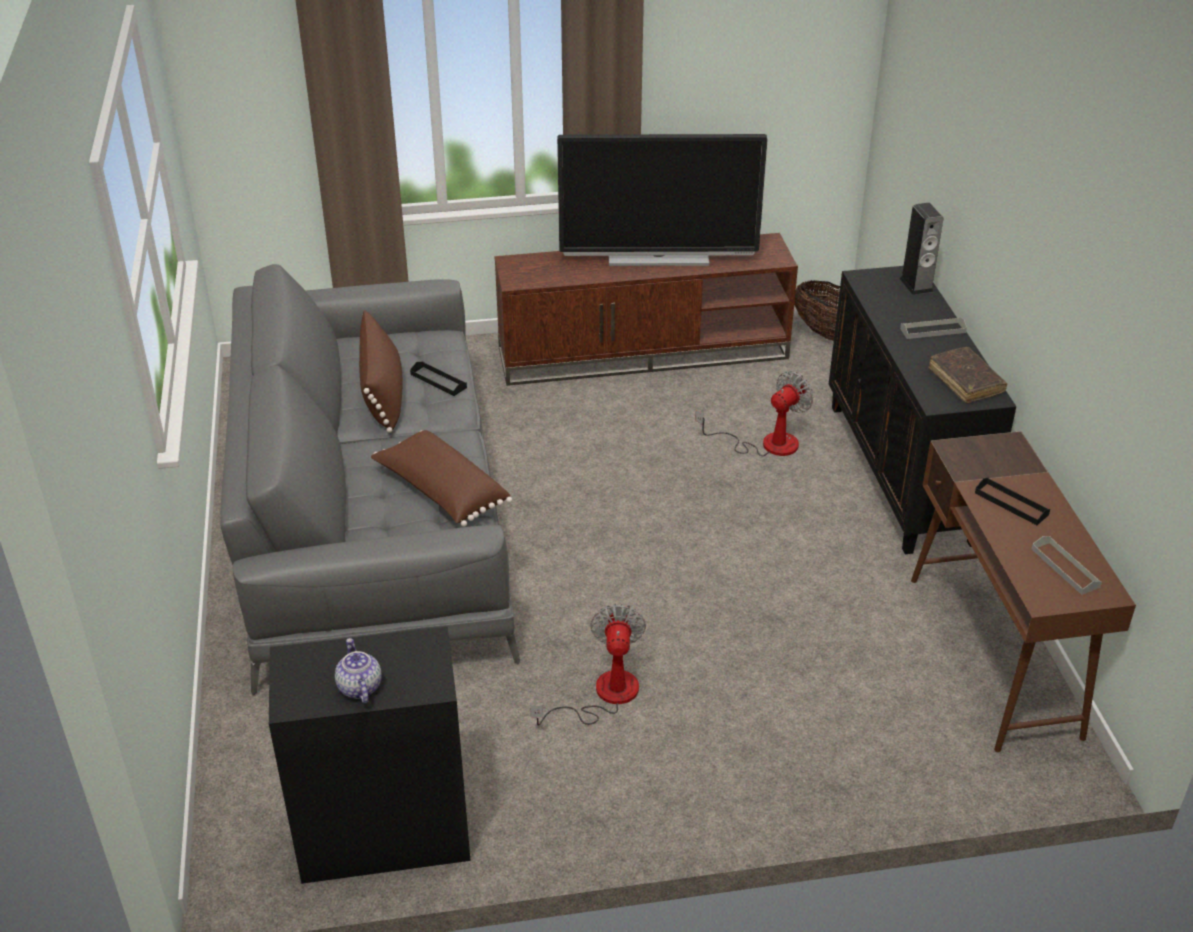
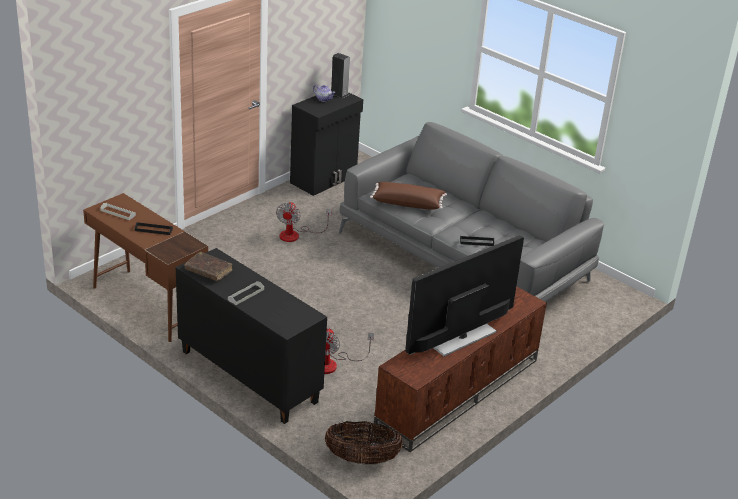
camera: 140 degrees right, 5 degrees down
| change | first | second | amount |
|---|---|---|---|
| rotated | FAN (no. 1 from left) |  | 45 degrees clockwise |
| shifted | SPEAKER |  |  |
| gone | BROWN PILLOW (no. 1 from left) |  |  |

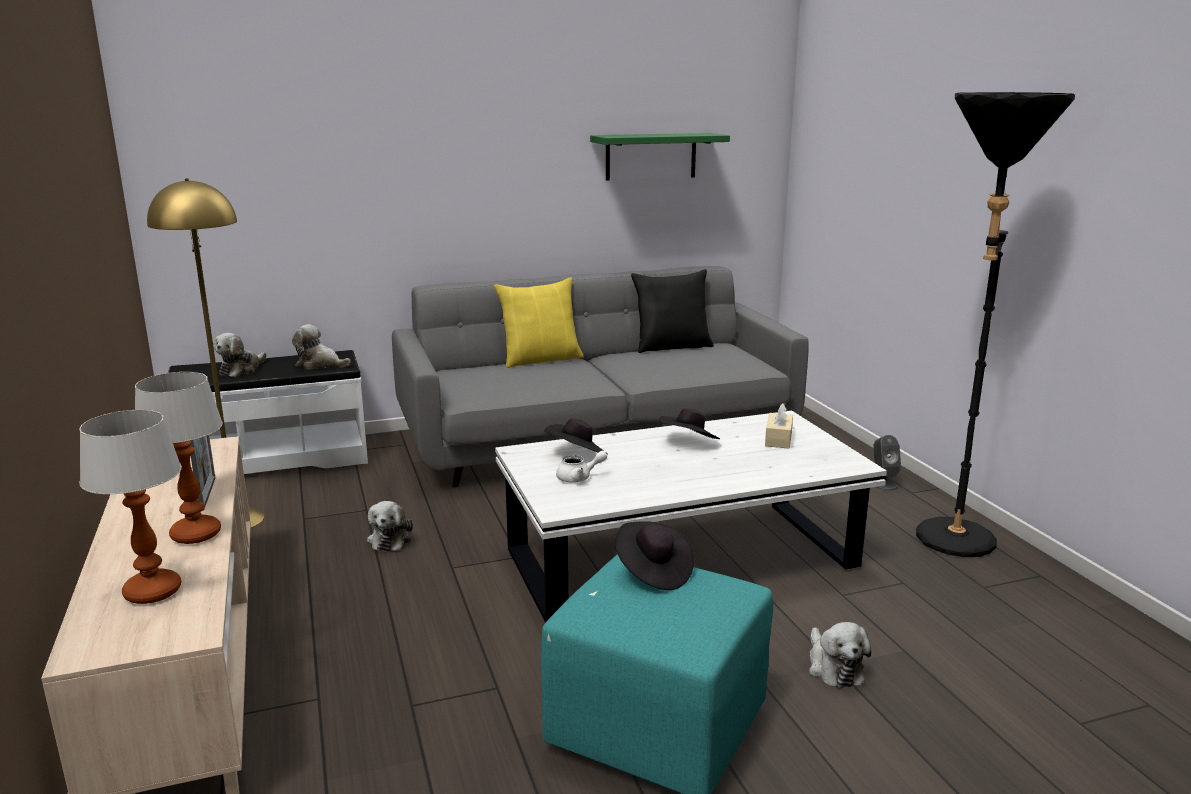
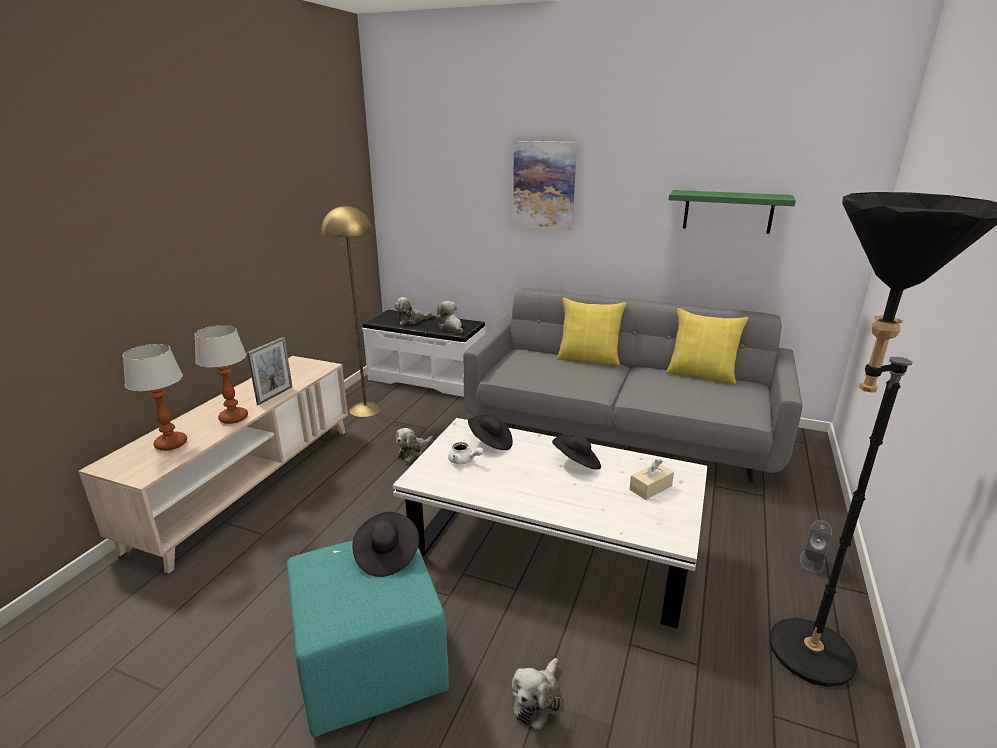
camera: 40 degrees right, 5 degrees up
| change | first | second | amount |
|---|---|---|---|
| new |  | PICTURE |  |
| repainted | BLACK PILLOW | YELLOW PILLOW (no. 2 from left) |  |

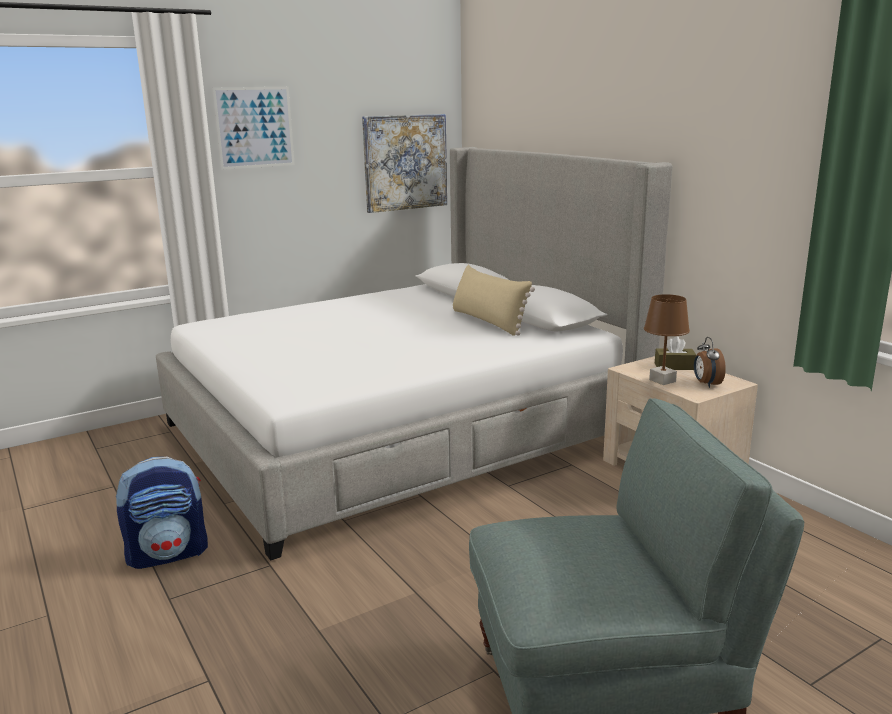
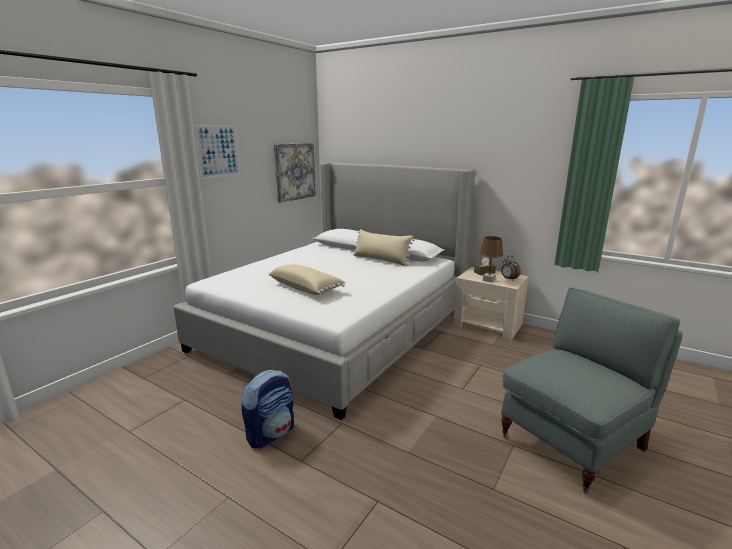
camera: 25 degrees left, 0 degrees up
| change | first | second | amount |
|---|---|---|---|
| new |  | BEIGE PILLOW (no. 1 from left) |  |

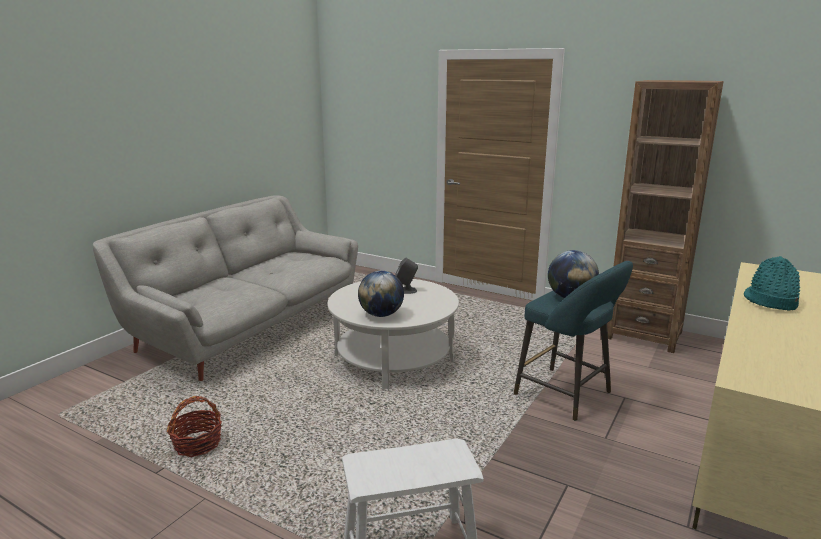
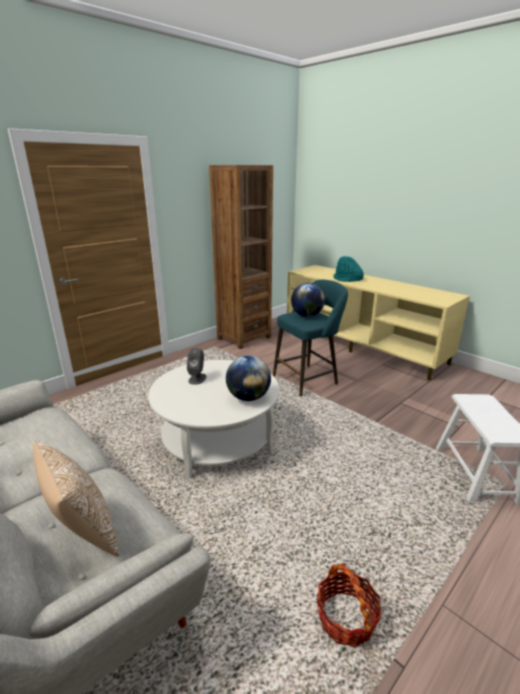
camera: 75 degrees left, 5 degrees up
| change | first | second | amount |
|---|---|---|---|
| new |  | PILLOW |  |

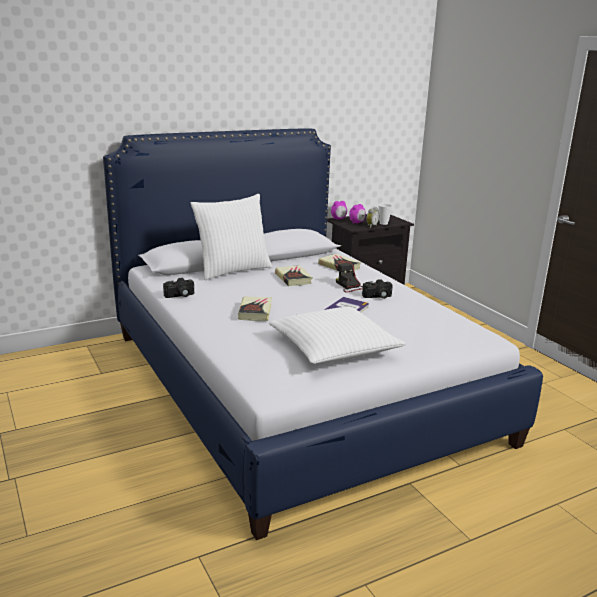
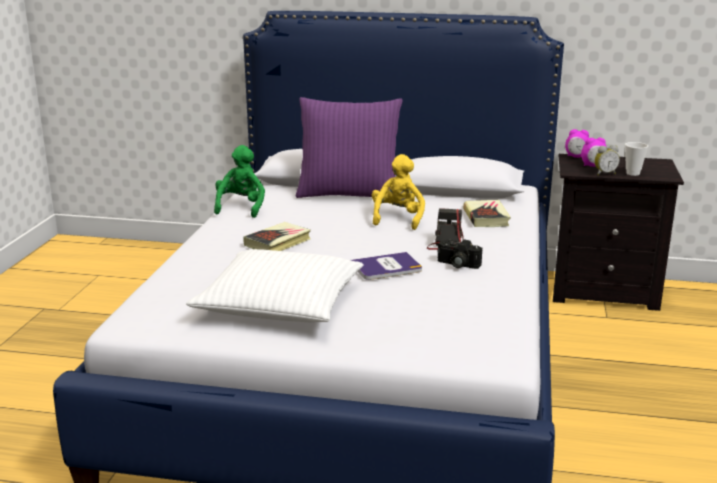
camera: 40 degrees right, 0 degrees up
| change | first | second | amount |
|---|---|---|---|
| swapped | PHOTO CAMERA (no. 1 from left) | GREEN PLUSH TOY |  |
| repainted | WHITE PILLOW (no. 1 from left) | PURPLE PILLOW |  |
| swapped | BOOK (no. 2 from left) | YELLOW PLUSH TOY |  |

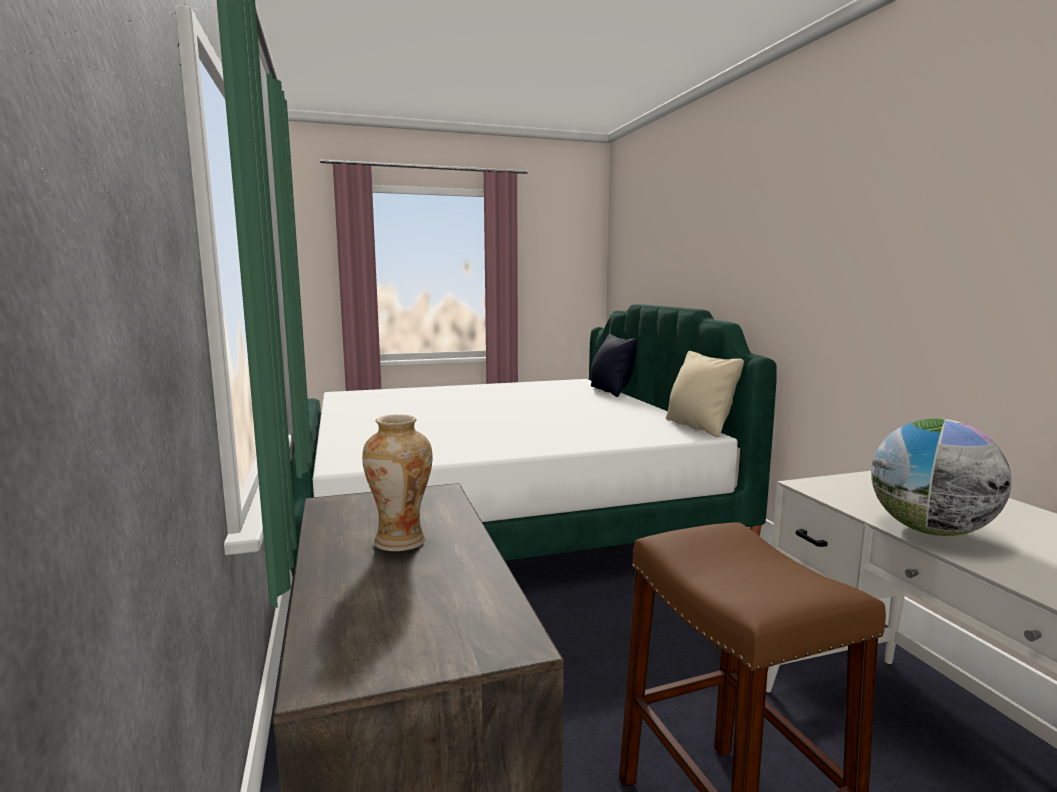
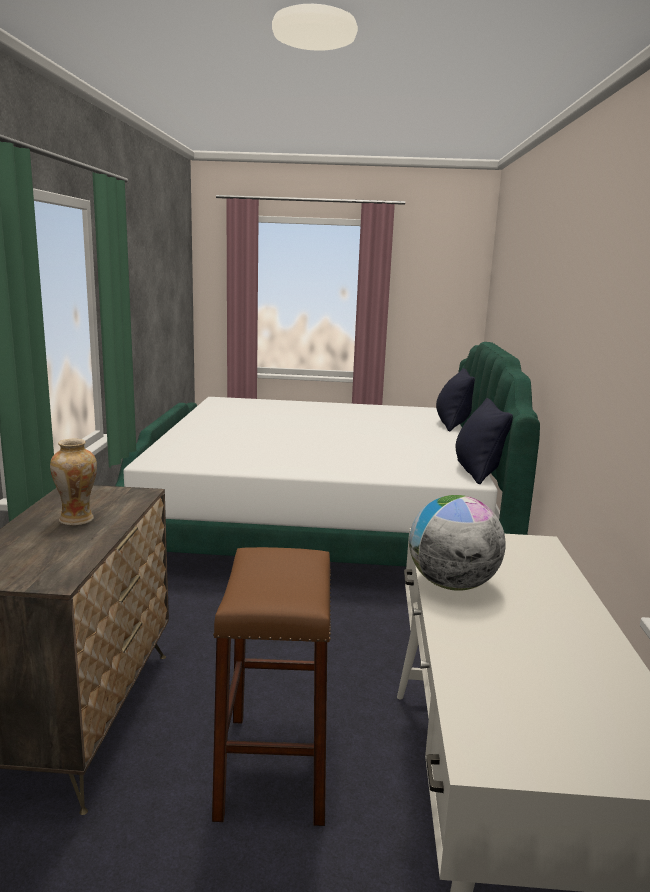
camera: 20 degrees right, 5 degrees up
| change | first | second | amount |
|---|---|---|---|
| repainted | BEIGE PILLOW | BLACK PILLOW (no. 2 from left) |  |

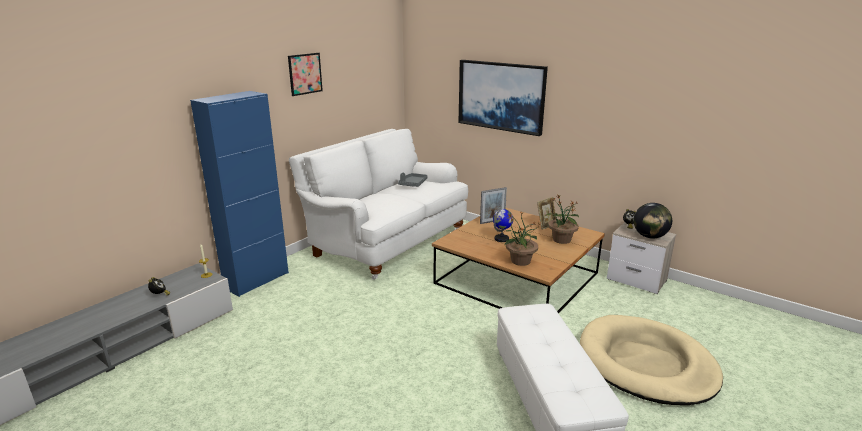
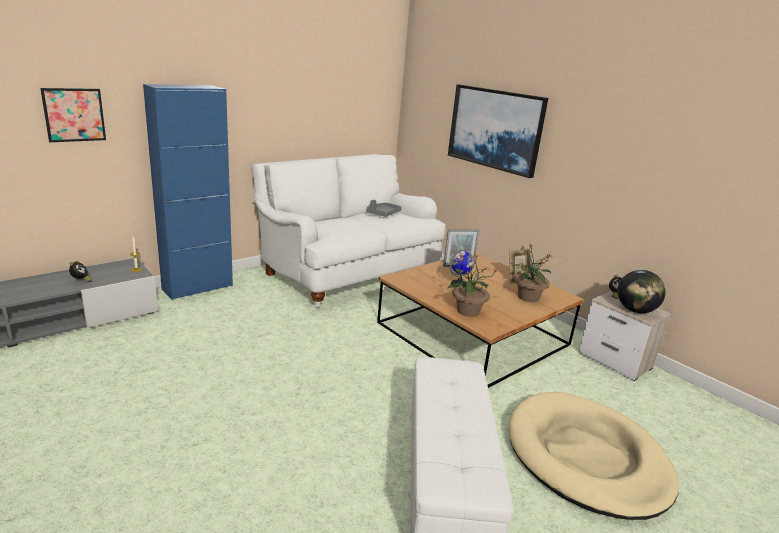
camera: 10 degrees right, 0 degrees up
| change | first | second | amount |
|---|---|---|---|
| shifted | PICTURE (no. 1 from left) |  |  |

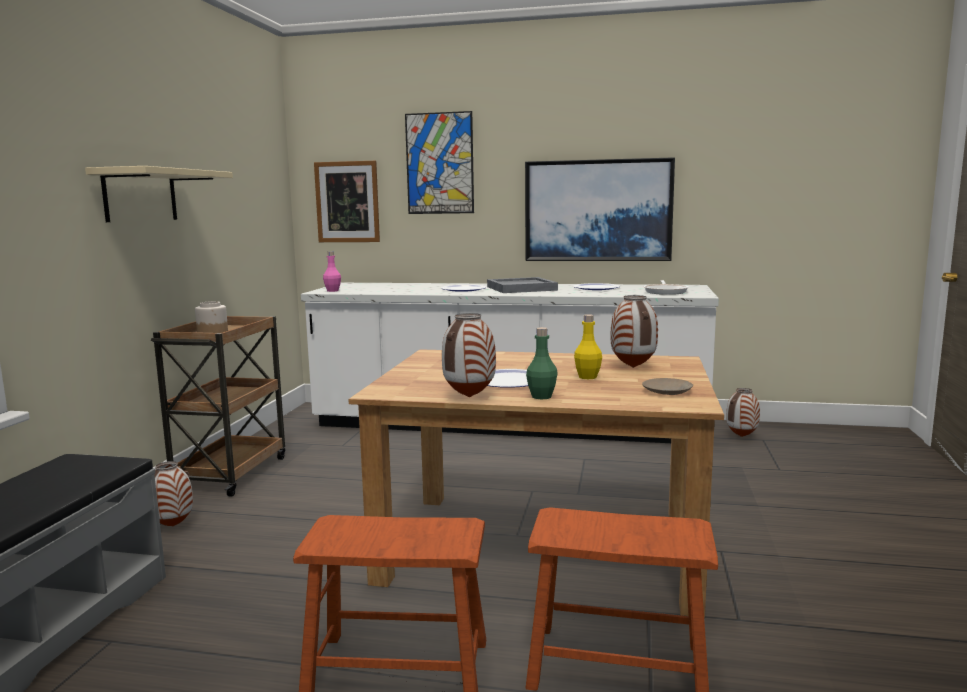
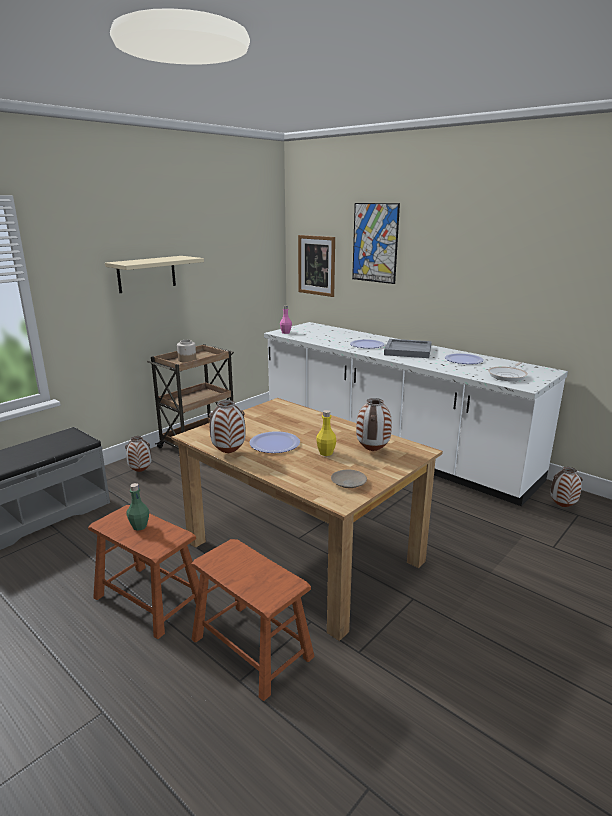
camera: 30 degrees right, 10 degrees up
| change | first | second | amount |
|---|---|---|---|
| shifted | GREEN BOTTLE |  |  |
| gone | PICTURE (no. 3 from left) |  |  |

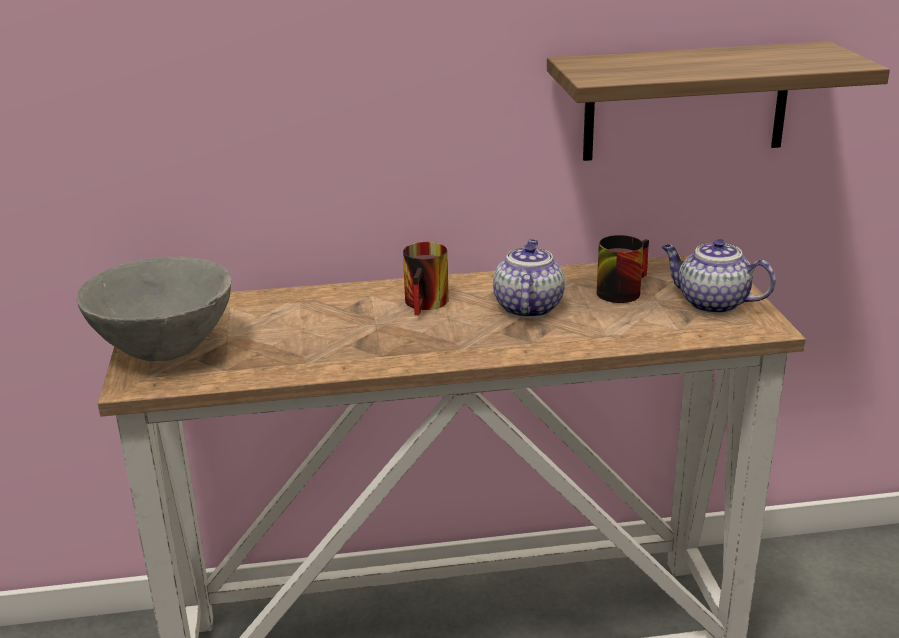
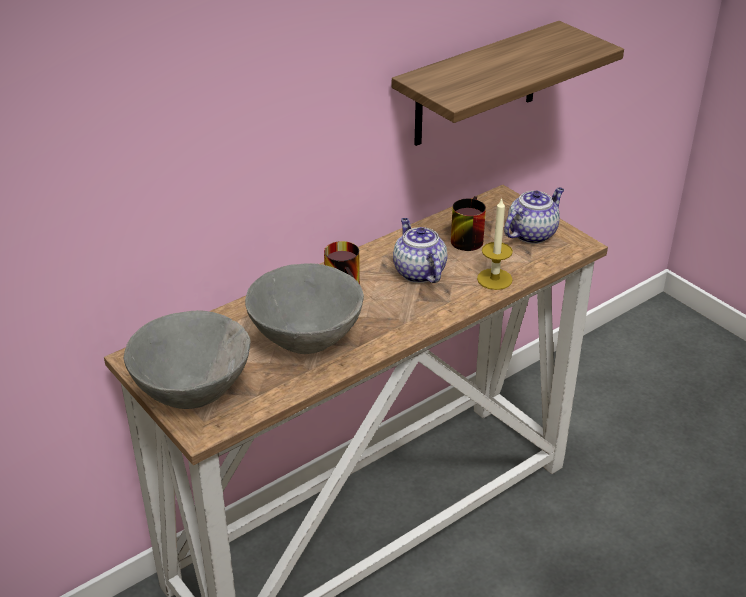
camera: 30 degrees left, 10 degrees up
| change | first | second | amount |
|---|---|---|---|
| new |  | GREY BOWL (no. 2 from left) |  |
| new |  | CANDLE |  |
| rotated | TEAPOT (no. 2 from left) |  | 135 degrees clockwise |

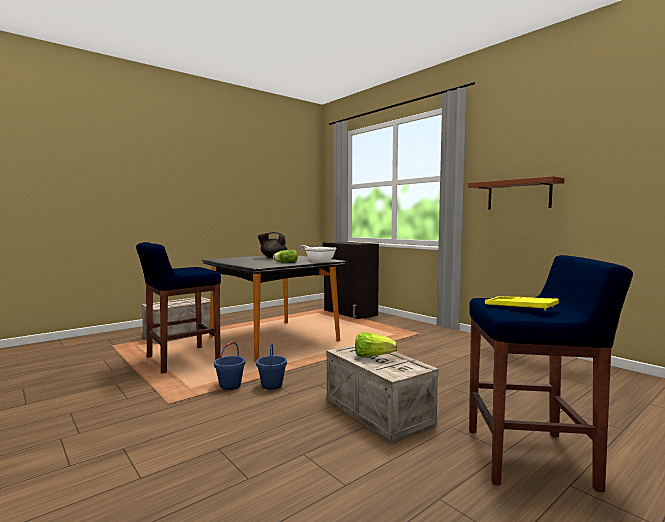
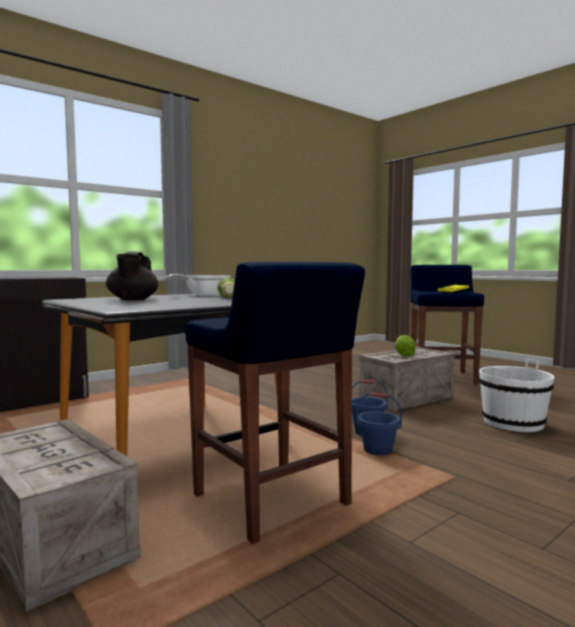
camera: 90 degrees left, 0 degrees up
| change | first | second | amount |
|---|---|---|---|
| new |  | WHITE BUCKET |  |
| gone | BROWN SHELF |  |  |

